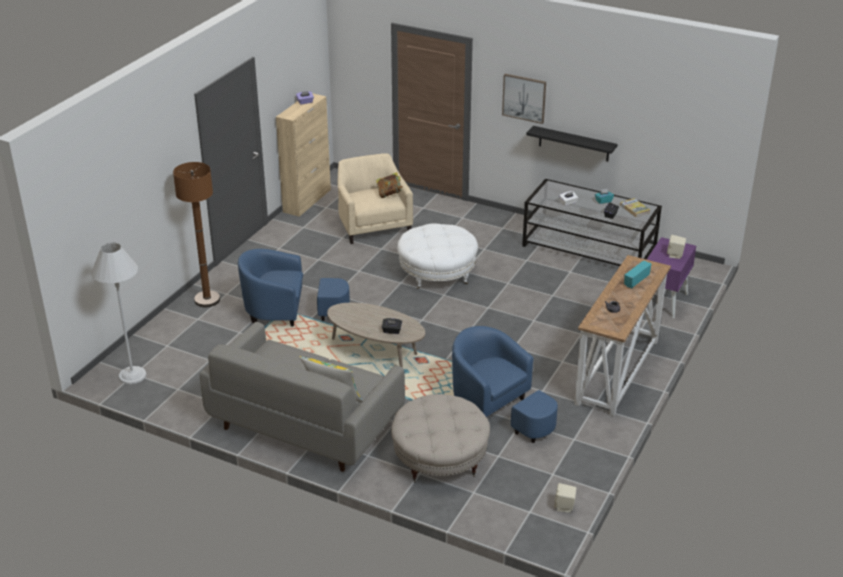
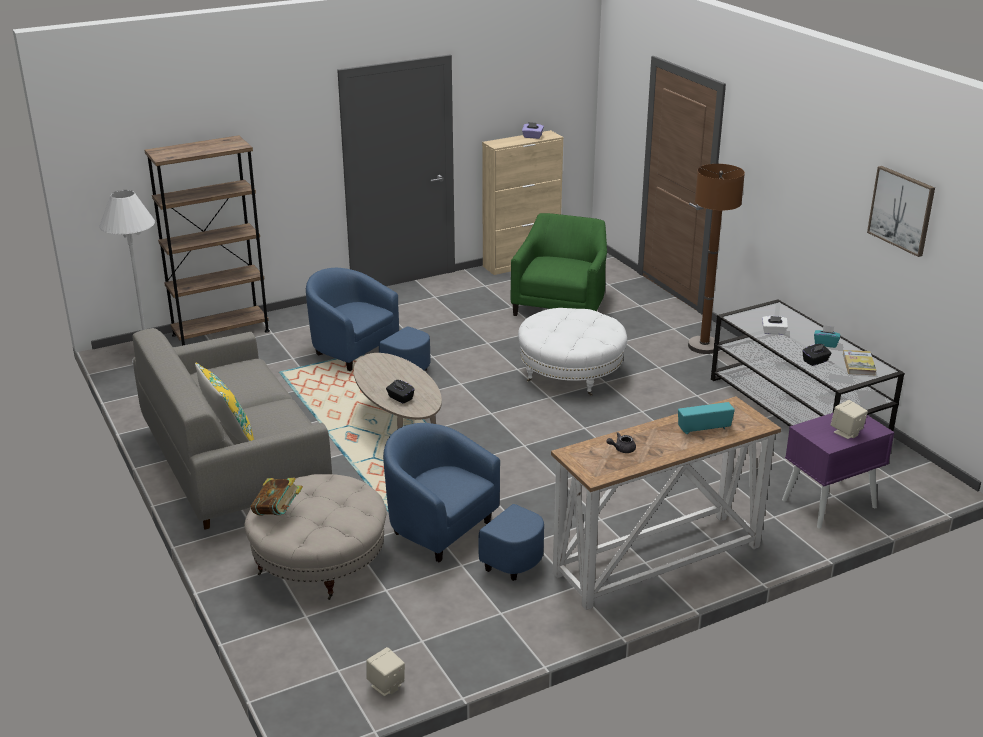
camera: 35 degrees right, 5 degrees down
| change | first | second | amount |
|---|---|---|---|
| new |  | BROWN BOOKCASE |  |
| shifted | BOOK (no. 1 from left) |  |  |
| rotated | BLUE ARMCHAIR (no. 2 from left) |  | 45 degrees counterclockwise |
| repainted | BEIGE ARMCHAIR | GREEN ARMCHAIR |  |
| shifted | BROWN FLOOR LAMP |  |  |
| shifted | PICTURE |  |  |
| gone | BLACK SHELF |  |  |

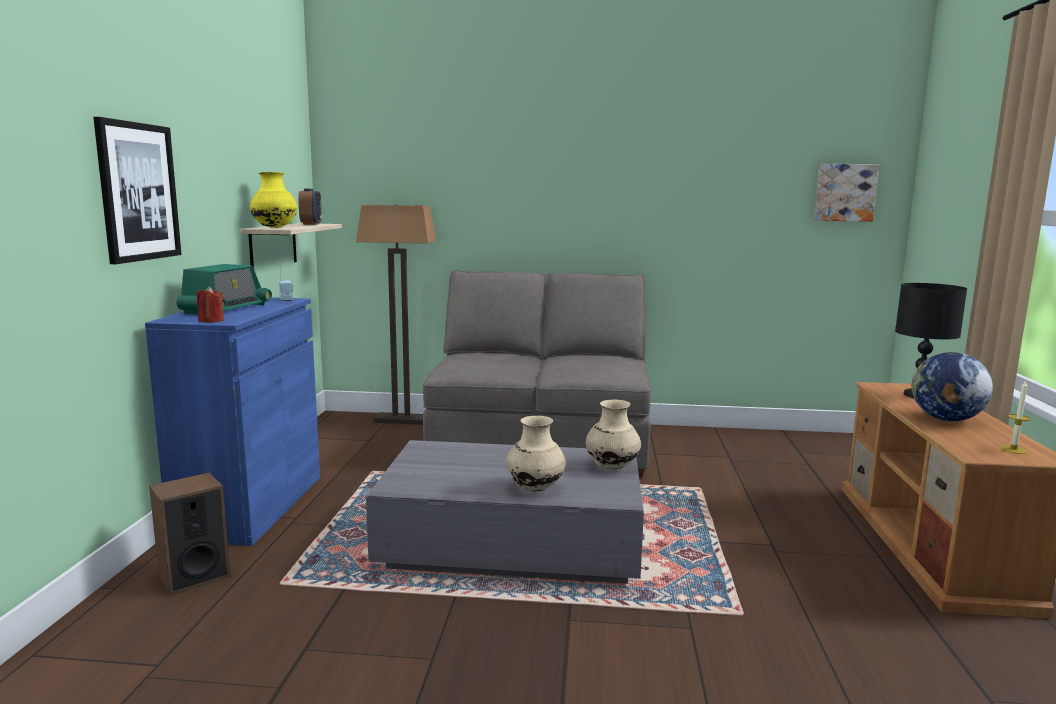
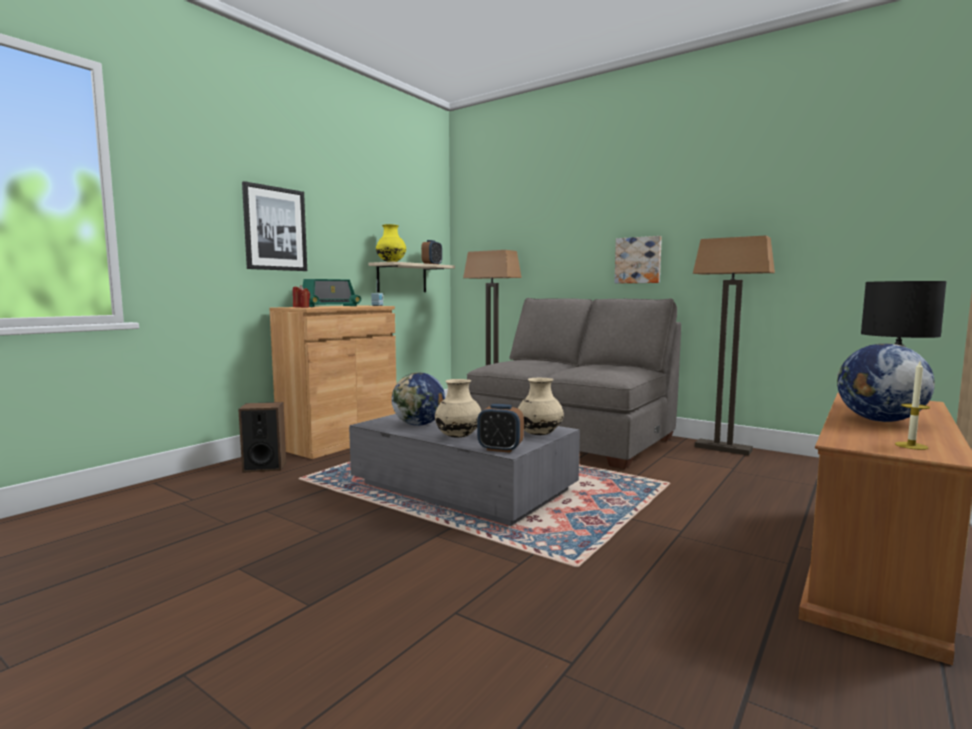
camera: 30 degrees right, 5 degrees down
| change | first | second | amount |
|---|---|---|---|
| repainted | BLUE CABINET | BROWN CABINET |  |
| new |  | GLOBE (no. 1 from left) |  |
| new |  | ALARM CLOCK (no. 2 from left) |  |
| shifted | PICTURE (no. 2 from left) |  |  |
| new |  | FLOOR LAMP (no. 2 from left) |  |

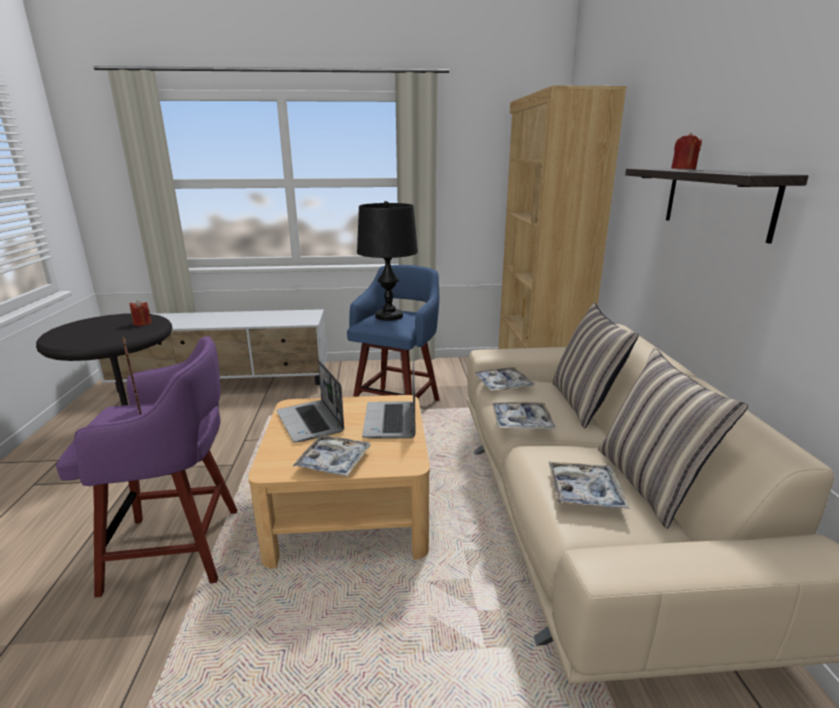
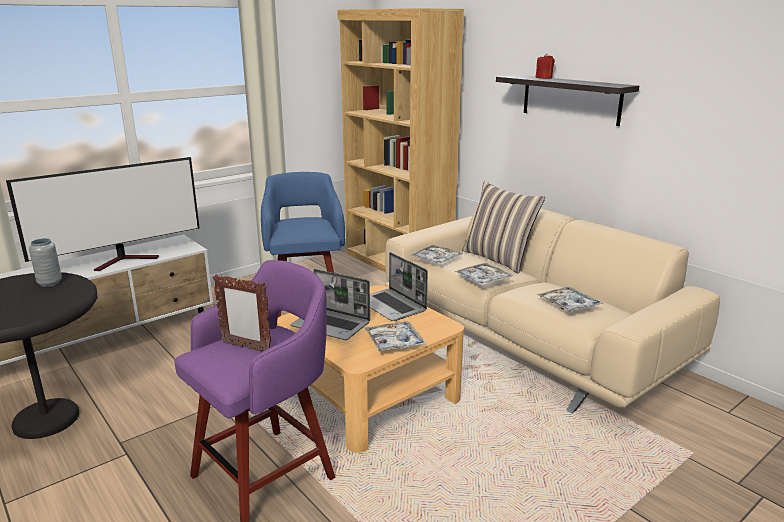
camera: 35 degrees left, 0 degrees up
| change | first | second | amount |
|---|---|---|---|
| new |  | TELEVISION |  |
| swapped | RED CANDLE (no. 1 from left) | GREY VASE |  |
| gone | BLACK TABLE LAMP |  |  |
| gone | PILLOW (no. 2 from left) |  |  |

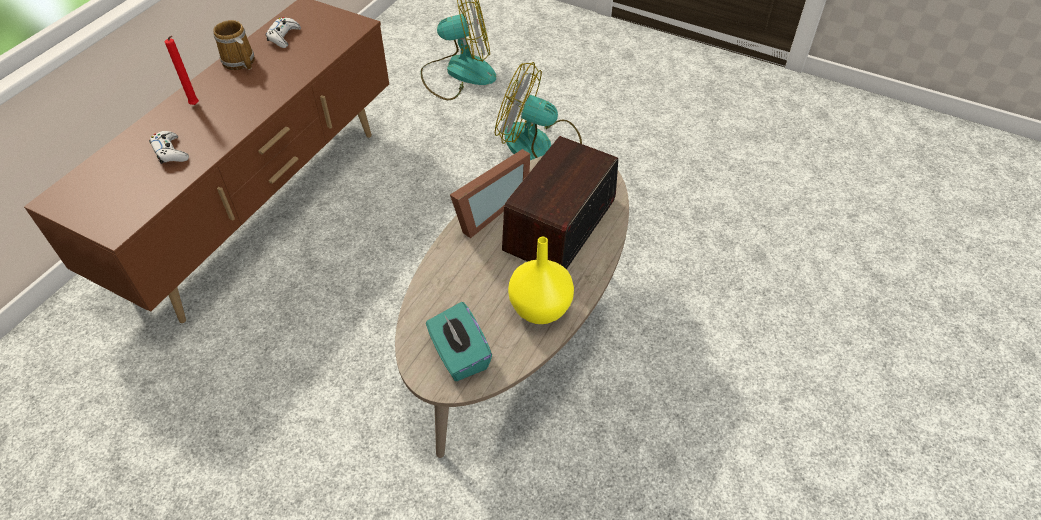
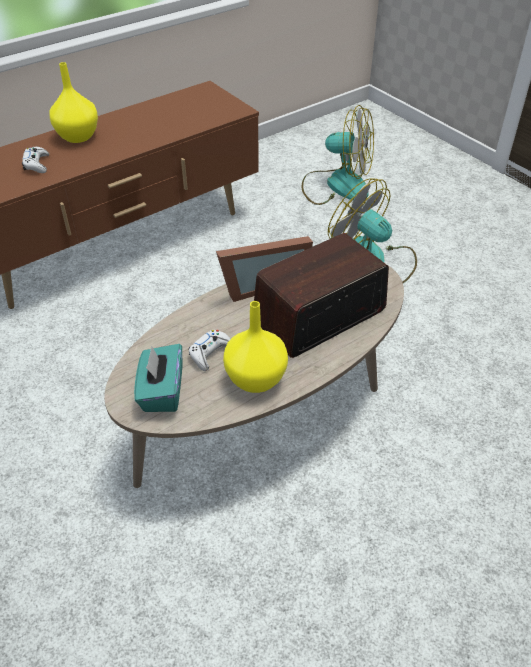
camera: 25 degrees right, 5 degrees down
| change | first | second | amount |
|---|---|---|---|
| swapped | RED CANDLE | YELLOW VASE (no. 1 from left) |  |
| shifted | WHITE GAME CONTROLLER (no. 2 from left) |  |  |
| gone | MUG |  |  |

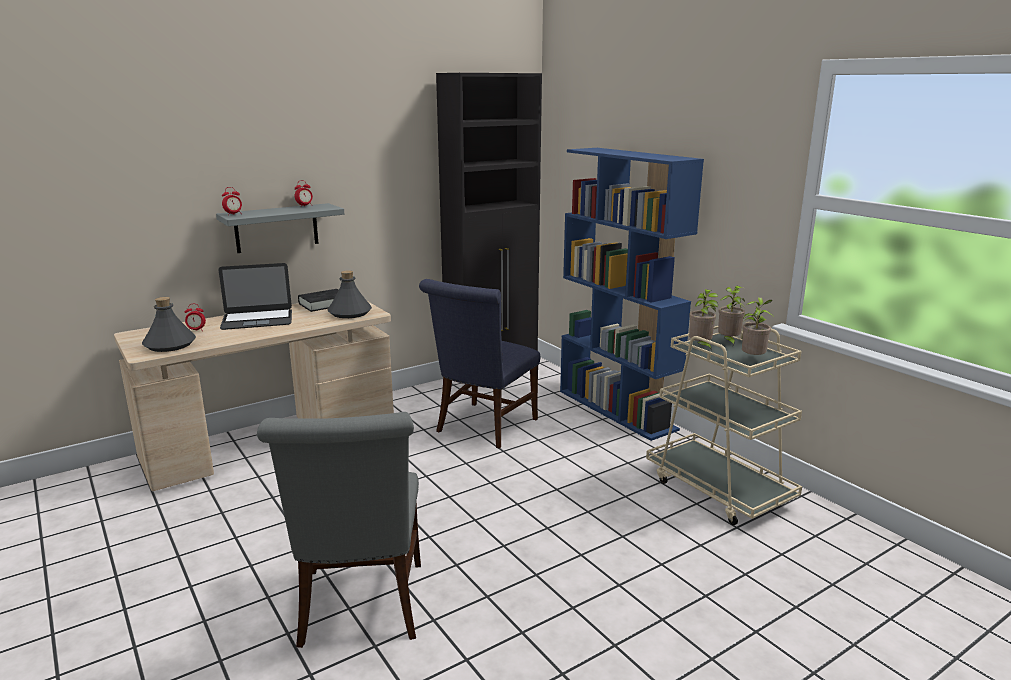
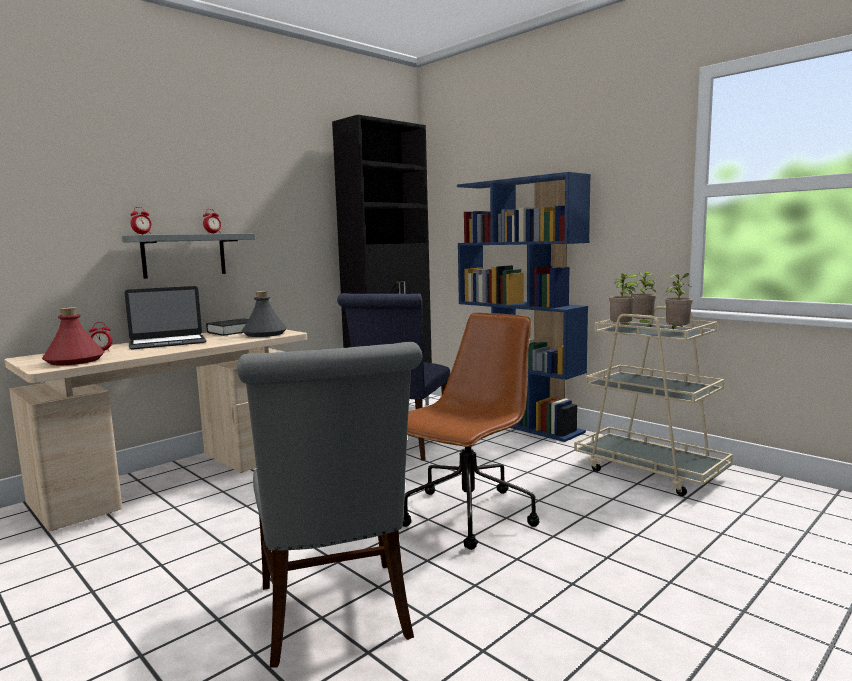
camera: 10 degrees left, 10 degrees down
| change | first | second | amount |
|---|---|---|---|
| repainted | GREY BOTTLE (no. 1 from left) | RED BOTTLE |  |
| new |  | BROWN OFFICE CHAIR |  |

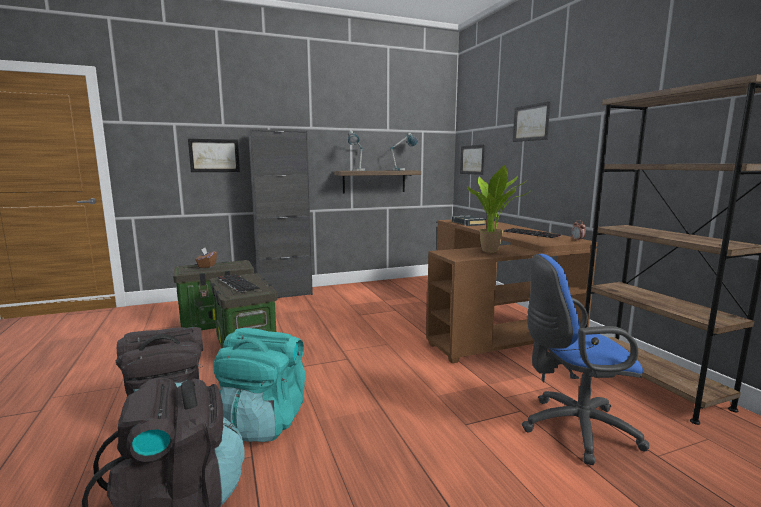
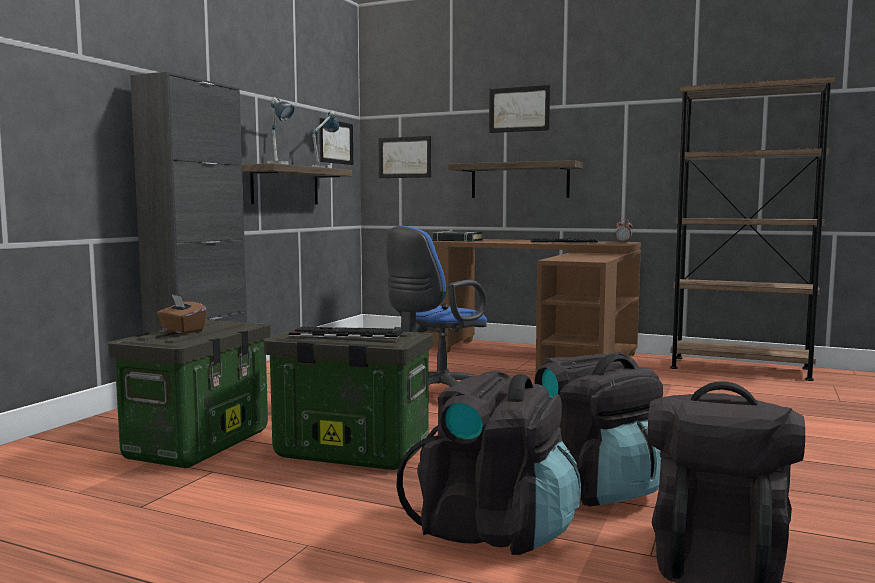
camera: 45 degrees left, 5 degrees down
| change | first | second | amount |
|---|---|---|---|
| shifted | PICTURE (no. 1 from left) |  |  |
| shifted | BLUE OFFICE CHAIR |  |  |
| new |  | SHELF (no. 2 from left) |  |
| repainted | TURQUOISE BACKPACK | BLACK BACKPACK (no. 2 from left) |  |
| gone | POTTED PLANT |  |  |

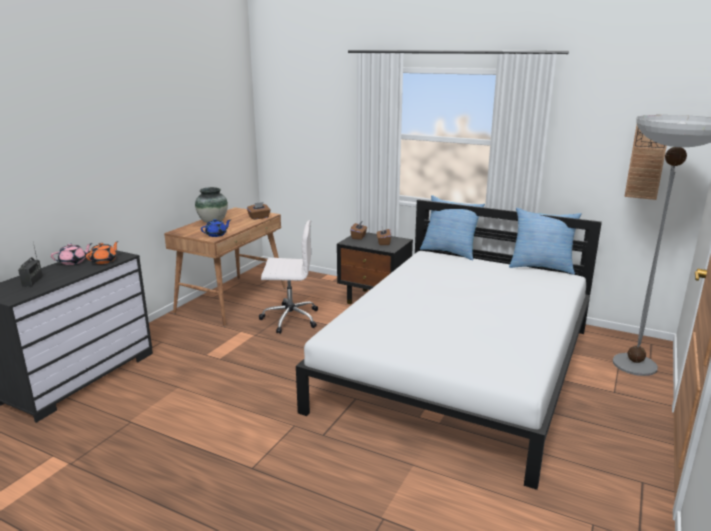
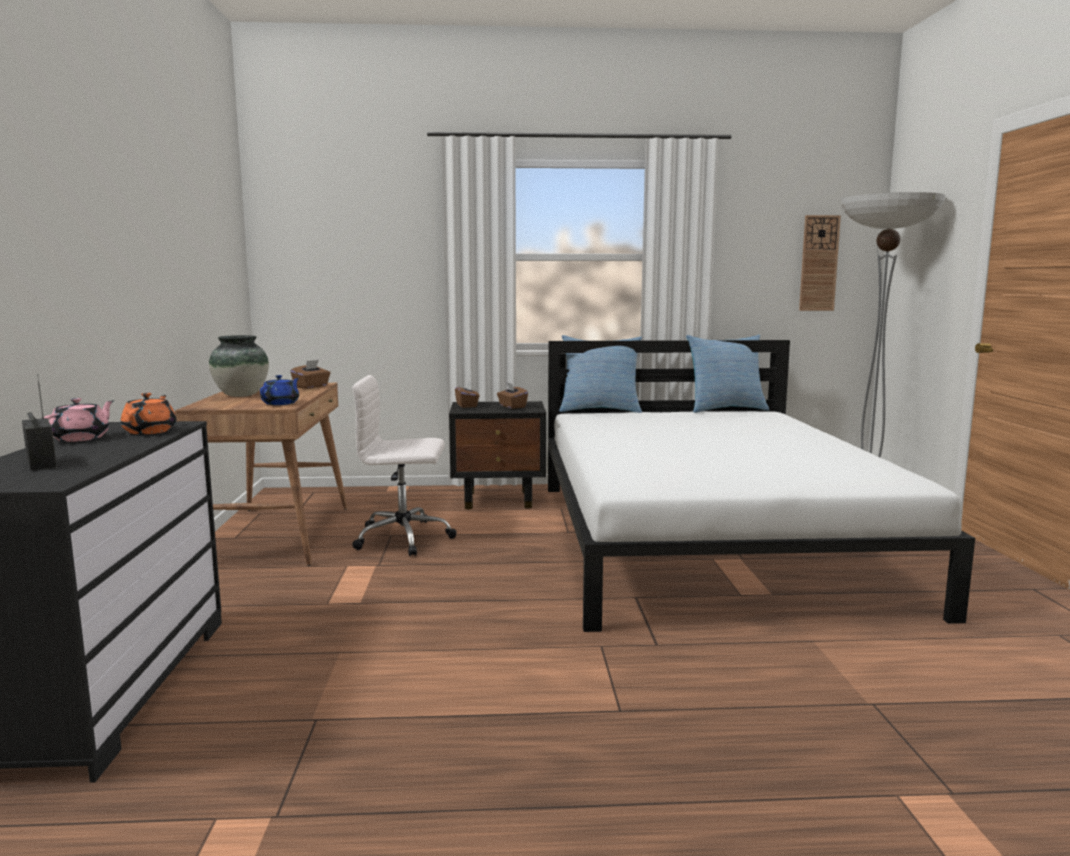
camera: 30 degrees left, 10 degrees down
| change | first | second | amount |
|---|---|---|---|
| rotated | WHITE OFFICE CHAIR |  | 150 degrees counterclockwise |

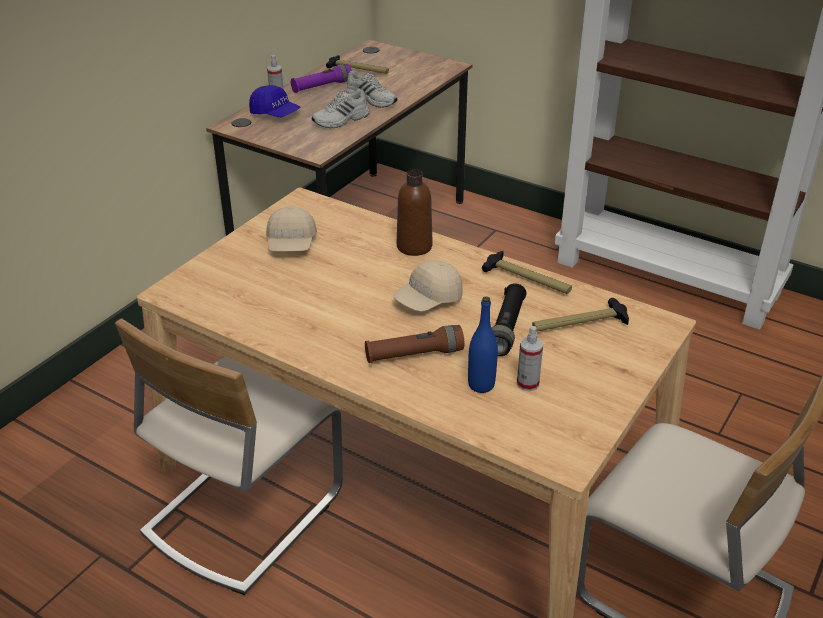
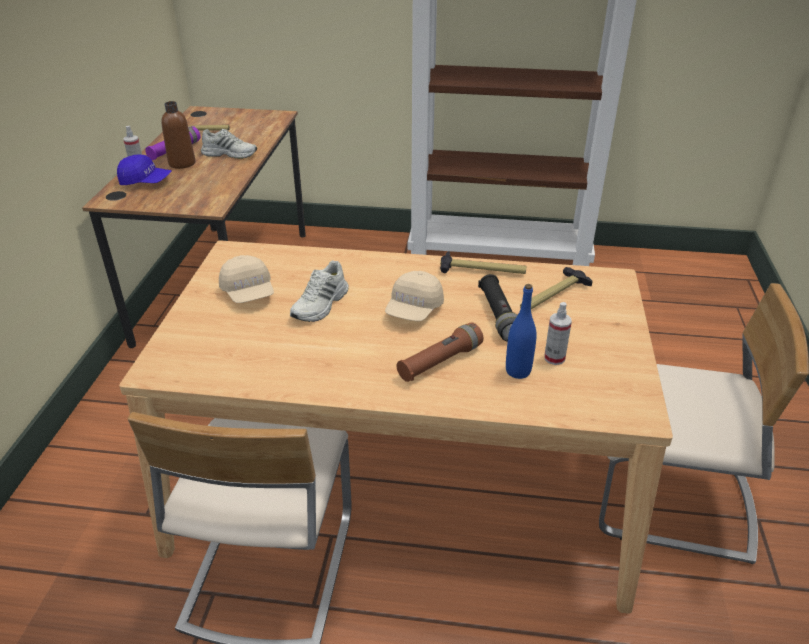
camera: 25 degrees left, 0 degrees up
| change | first | second | amount |
|---|---|---|---|
| shifted | BROWN BOTTLE |  |  |
| shifted | WHITE SHOE (no. 1 from left in the first image) | WHITE SHOE (no. 2 from left) |  |

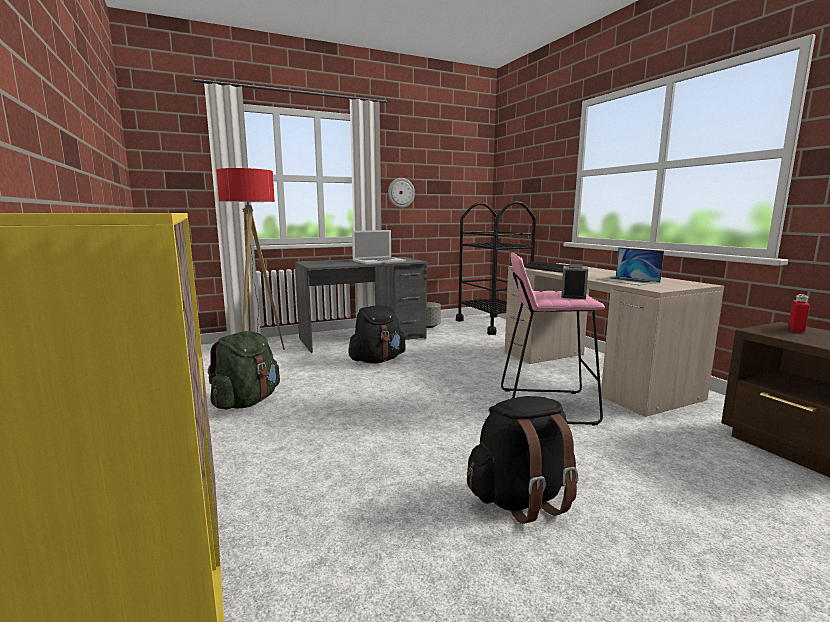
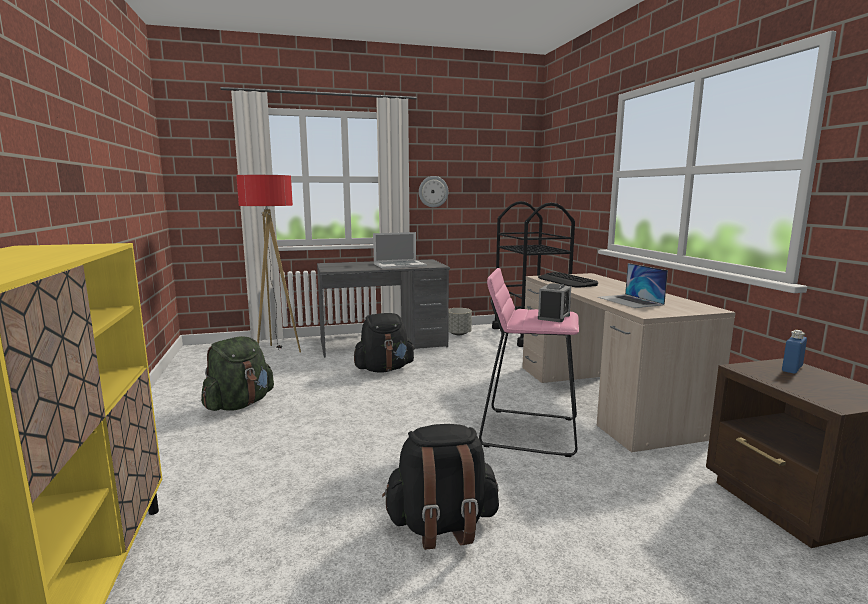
camera: 10 degrees right, 0 degrees up
| change | first | second | amount |
|---|---|---|---|
| repainted | RED BOTTLE | BLUE BOTTLE |  |

